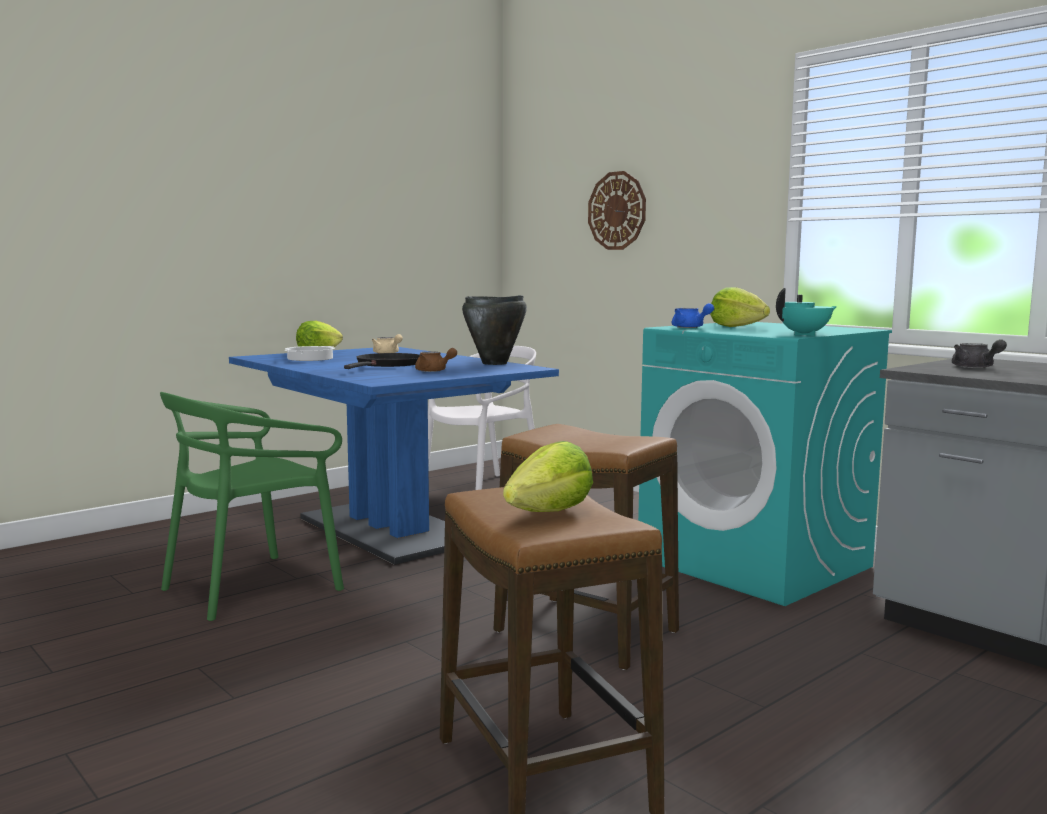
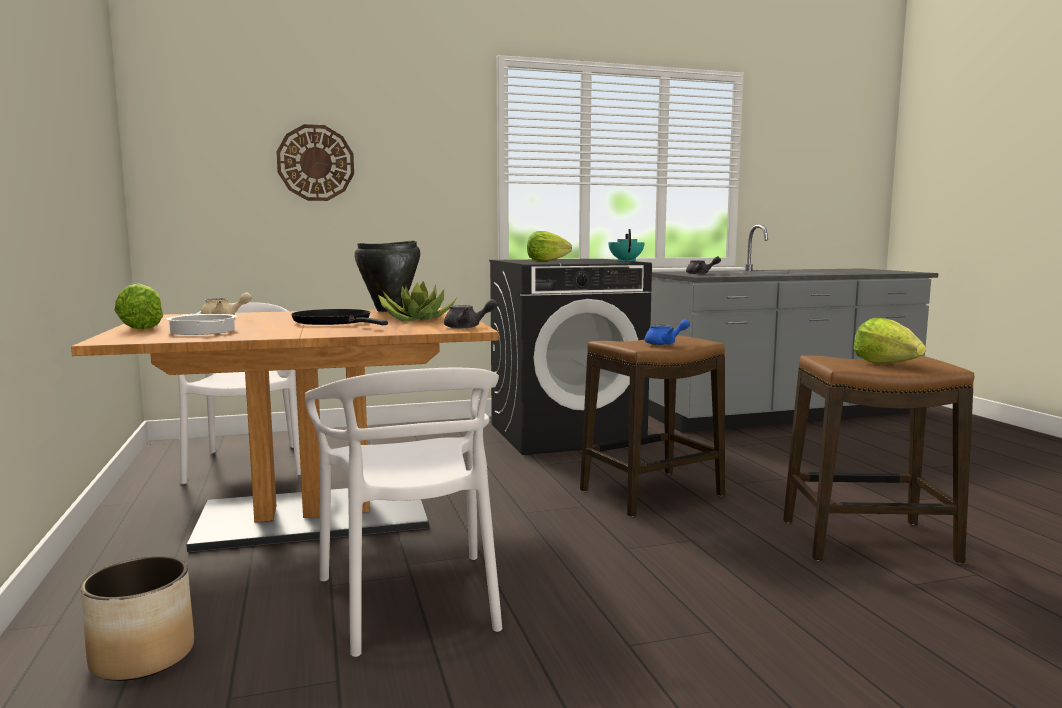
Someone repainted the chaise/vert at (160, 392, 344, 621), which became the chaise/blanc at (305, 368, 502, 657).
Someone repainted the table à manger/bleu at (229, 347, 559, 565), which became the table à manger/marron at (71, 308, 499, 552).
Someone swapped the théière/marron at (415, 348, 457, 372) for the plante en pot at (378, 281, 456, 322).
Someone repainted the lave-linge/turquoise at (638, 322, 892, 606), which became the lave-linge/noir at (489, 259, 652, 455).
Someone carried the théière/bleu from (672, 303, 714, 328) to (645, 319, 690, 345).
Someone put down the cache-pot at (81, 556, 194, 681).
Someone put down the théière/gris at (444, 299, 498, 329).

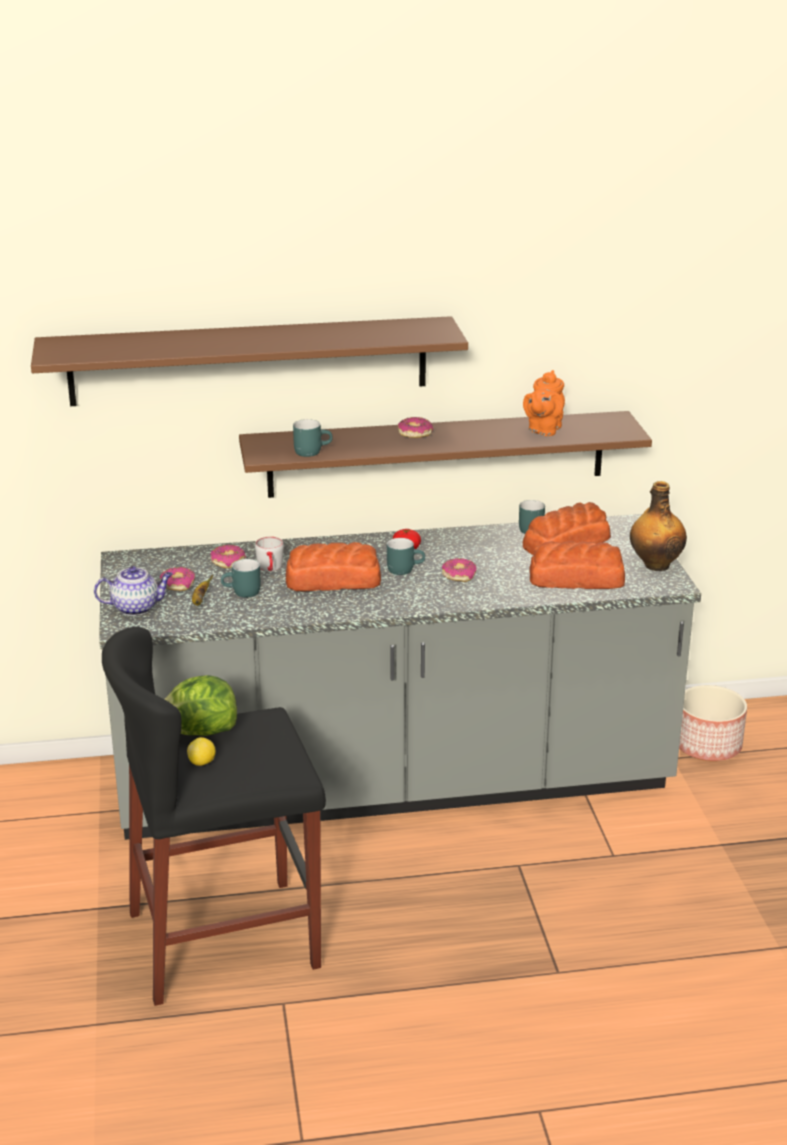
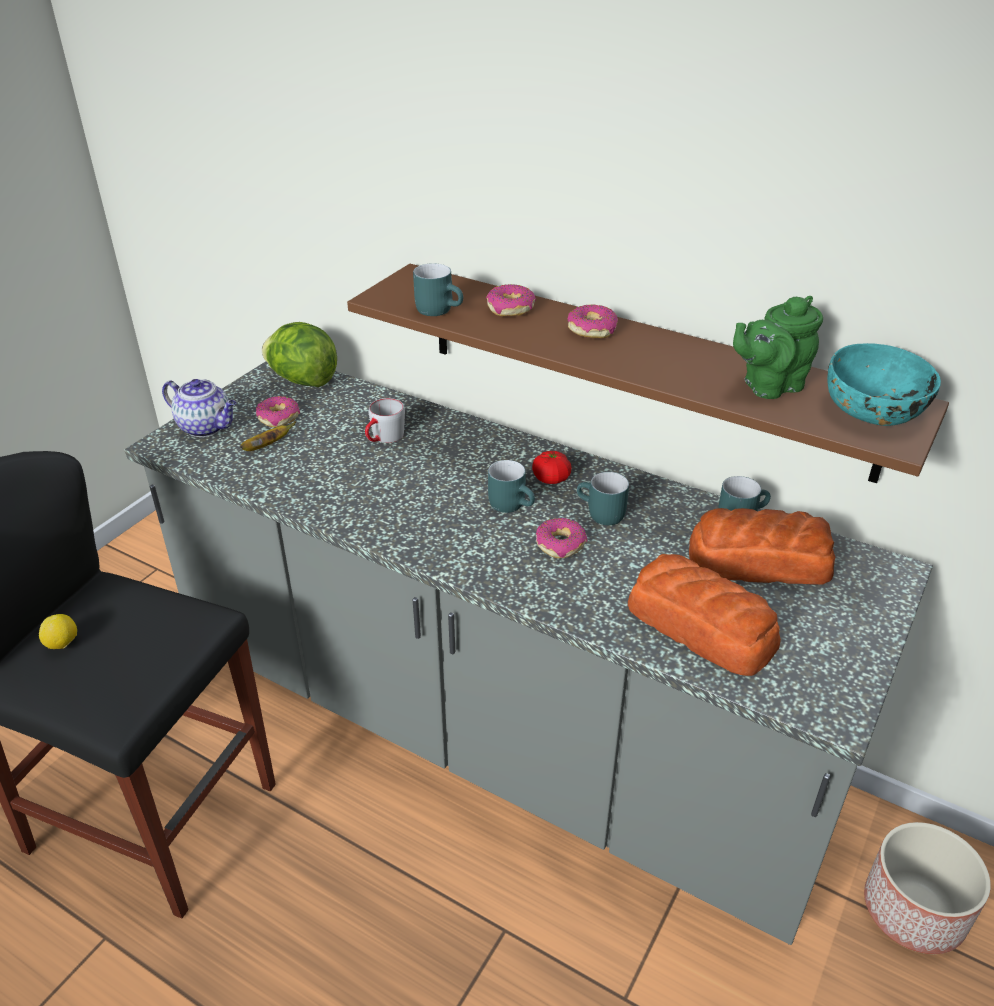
Someone took away the étagère/marron at (31, 316, 468, 406).
Someone carried the laitue from (165, 675, 237, 736) to (262, 322, 337, 387).
Someone carried the beignet from (210, 545, 246, 568) to (486, 284, 536, 316).
Someone carried the mug/turquoise from (221, 559, 261, 597) to (577, 472, 629, 525).
Someone took away the pain at (286, 542, 381, 591).
Someone repainted the théière/orange at (523, 370, 565, 436), which became the théière/vert at (733, 296, 823, 399).
Someone took away the bouteille at (630, 481, 687, 571).
Someone put down the bol/turquoise at (827, 343, 941, 426).

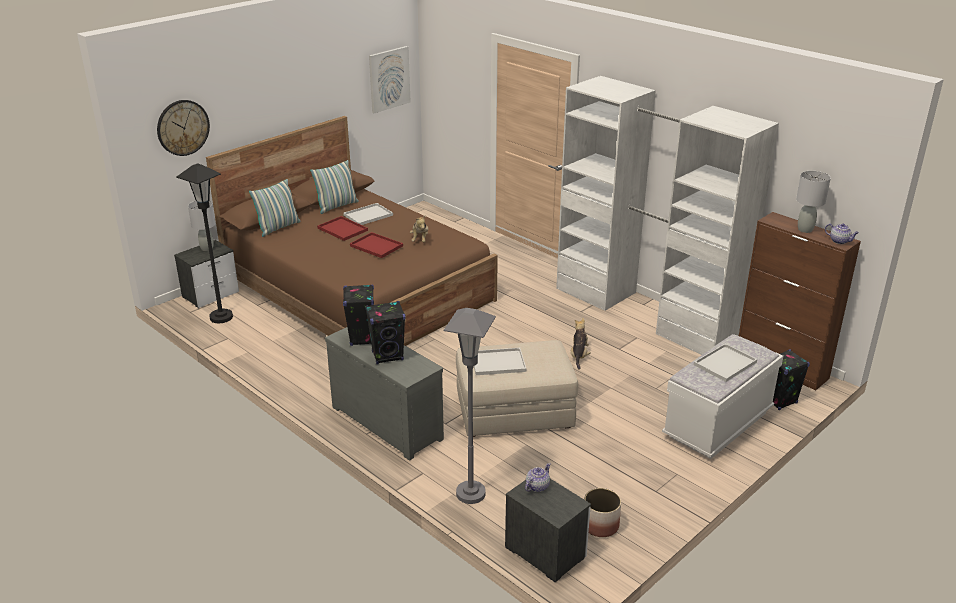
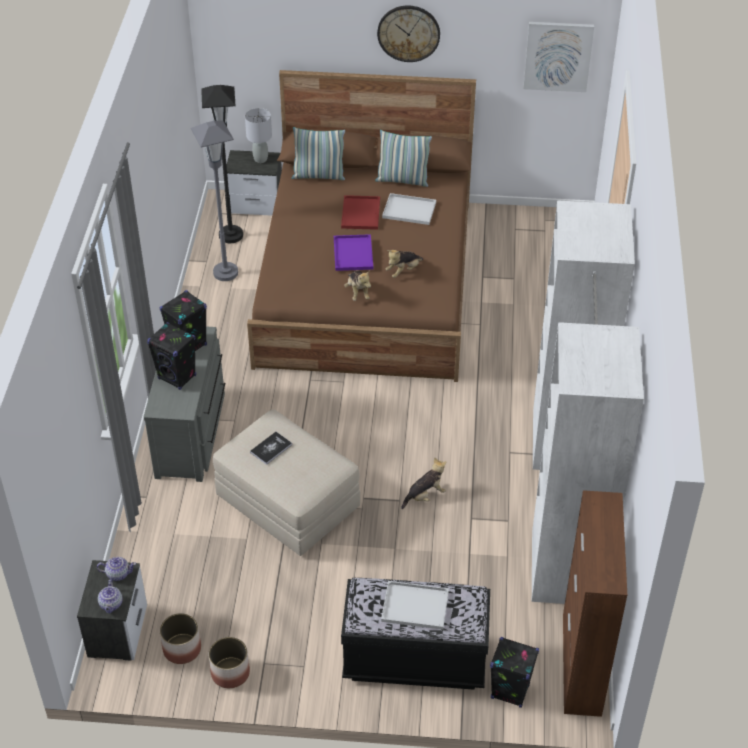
Someone carried the horloge murale from (157, 100, 210, 156) to (377, 6, 440, 62).
Someone repainted the plateau/rouge at (350, 232, 403, 258), which became the plateau/violet at (334, 234, 373, 271).
Someone carried the lampadaire/gris from (444, 308, 496, 504) to (191, 121, 238, 281).
Someone swapped the plateau/blanc at (474, 348, 526, 375) for the livre at (250, 432, 292, 465).
Someone repainted the banc/blanc at (662, 334, 783, 459), which became the banc/noir at (341, 578, 490, 690).
Someone took away the lampe de table/gris at (796, 171, 831, 233).
Someone carried the théière from (825, 224, 859, 244) to (98, 579, 123, 614).
Someone put down the cache-pot at (209, 637, 250, 688).
Someone put down the peluche at (344, 270, 371, 301).

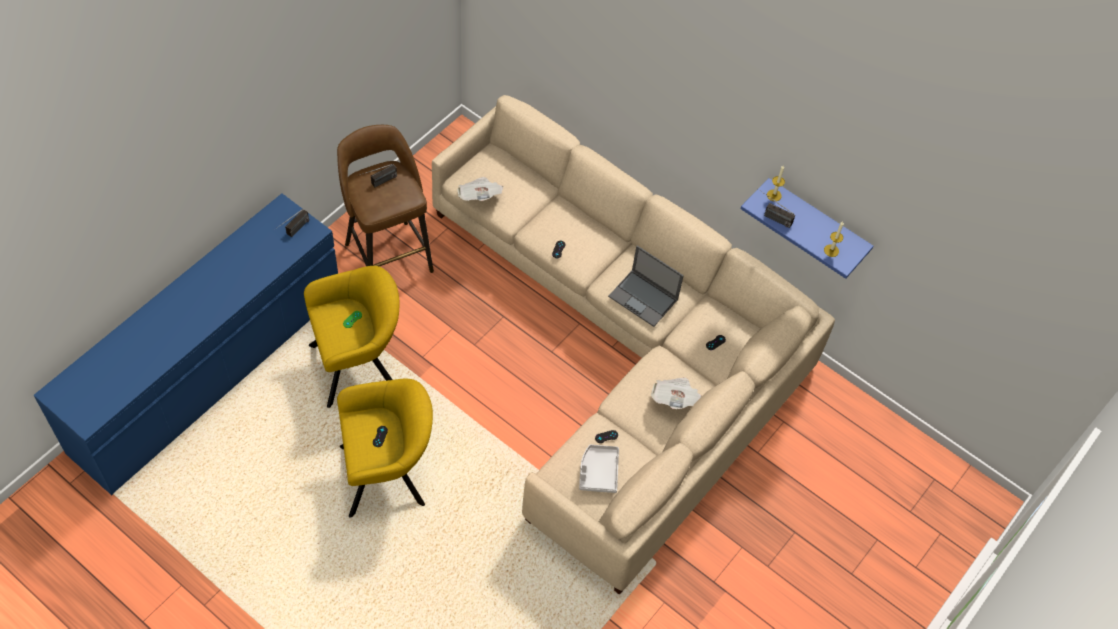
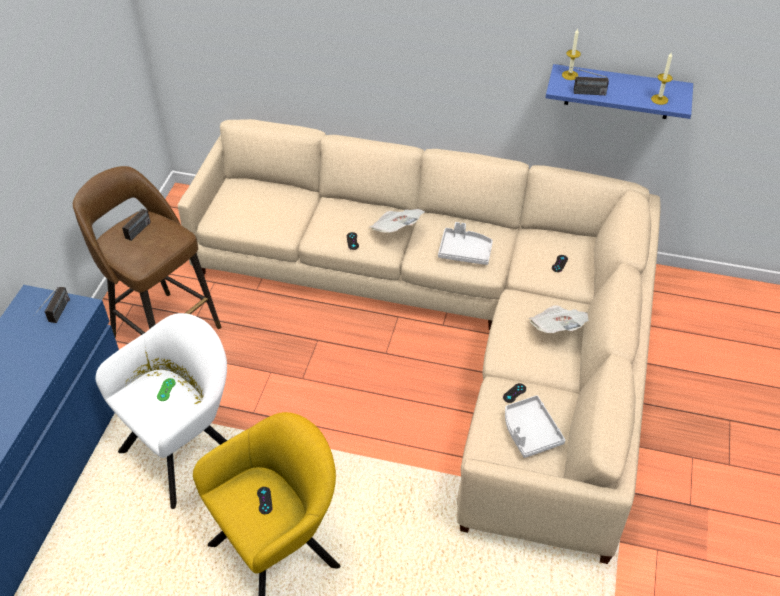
Someone repainted the fauteuil/jaune at (304, 266, 400, 408), which became the fauteuil/blanc at (96, 313, 227, 509).
Someone carried the journal from (457, 177, 503, 201) to (369, 209, 425, 233).
Someone swapped the ordinateur portable at (608, 246, 684, 327) for the plateau/gris at (438, 222, 493, 265).

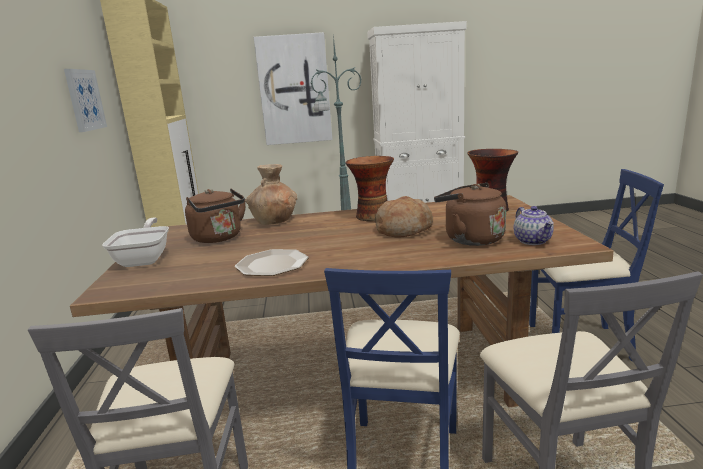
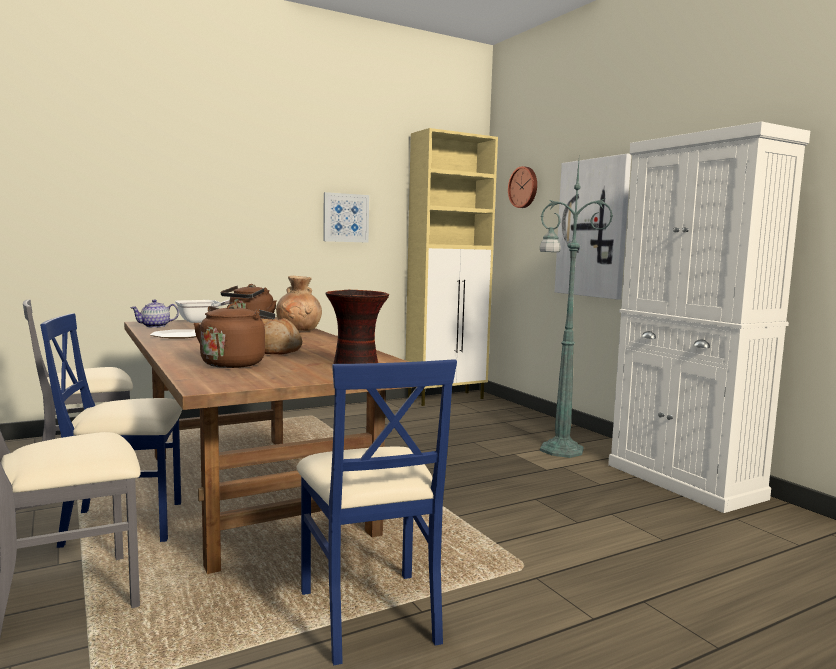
Someone took away the vase at (345, 156, 394, 221).
Someone carried the théière from (514, 206, 554, 245) to (130, 299, 179, 328).
Someone put up the horloge murale at (508, 166, 537, 208).

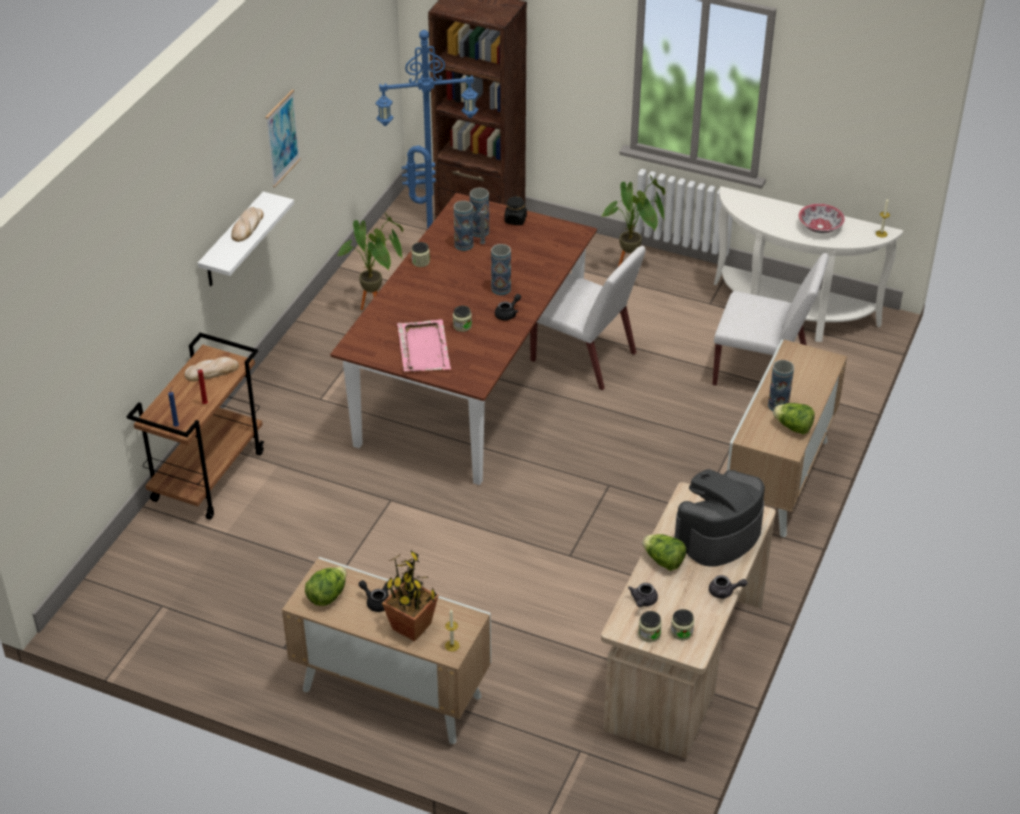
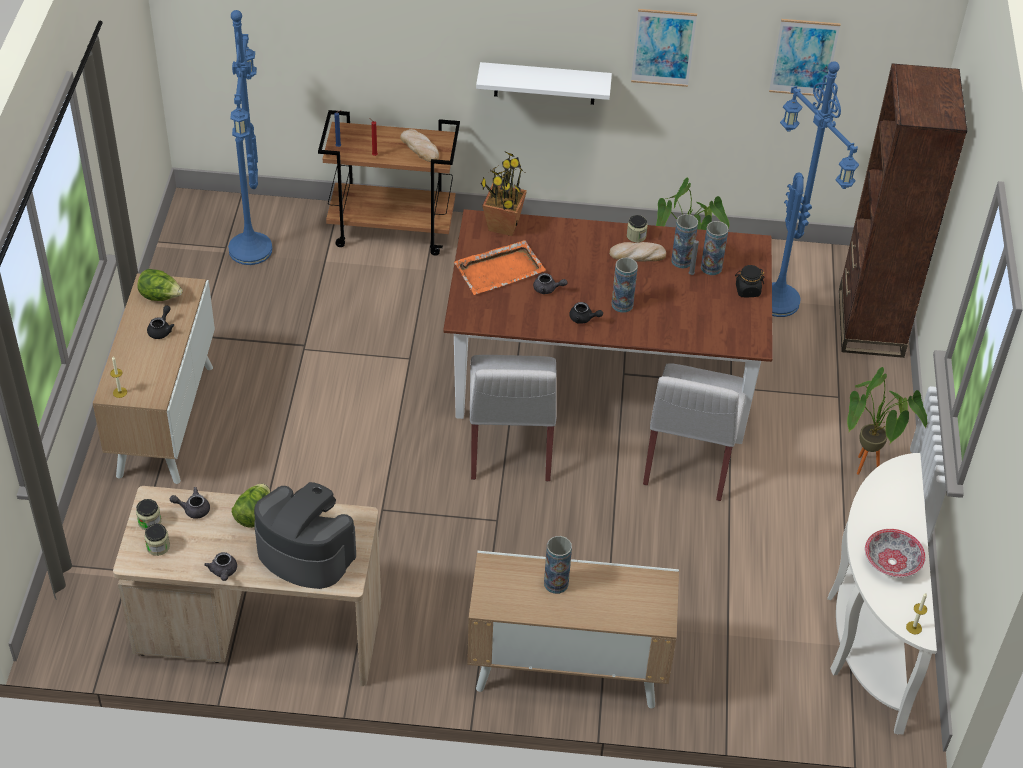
Someone carried the pain from (231, 207, 264, 242) to (609, 242, 666, 262).
Someone carried the plante en pot from (382, 550, 439, 641) to (481, 151, 527, 236).
Someone repainted the plateau/rose at (397, 319, 452, 372), which became the plateau/orange at (454, 240, 546, 295).
Someone swapped the bocal at (453, 306, 472, 332) for the théière/gris at (533, 273, 567, 294).
Someone carried the chaise/blanc from (712, 253, 829, 386) to (470, 355, 557, 482).
Someone took away the laitue at (773, 403, 815, 434).
Someone put down the lampadaire/bleu at (228, 10, 272, 265).
Someone put up the tableau at (769, 19, 841, 96).

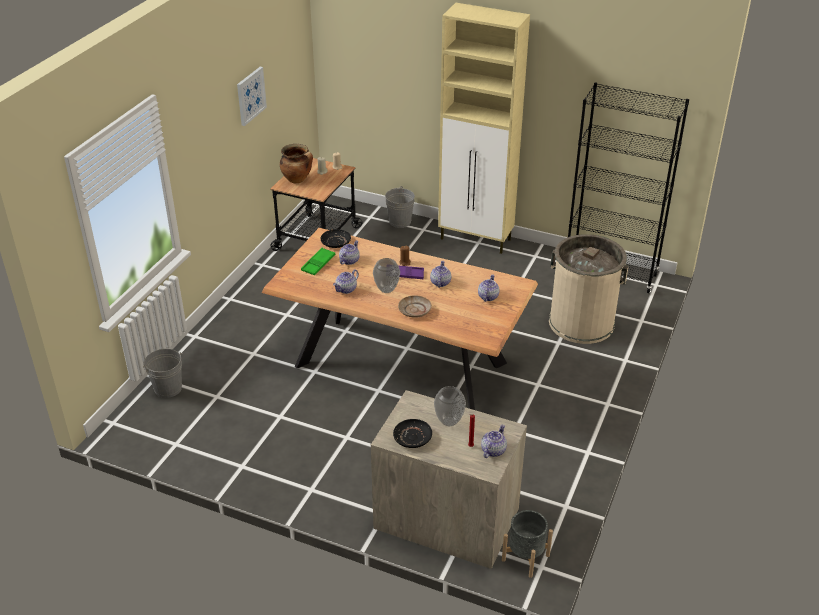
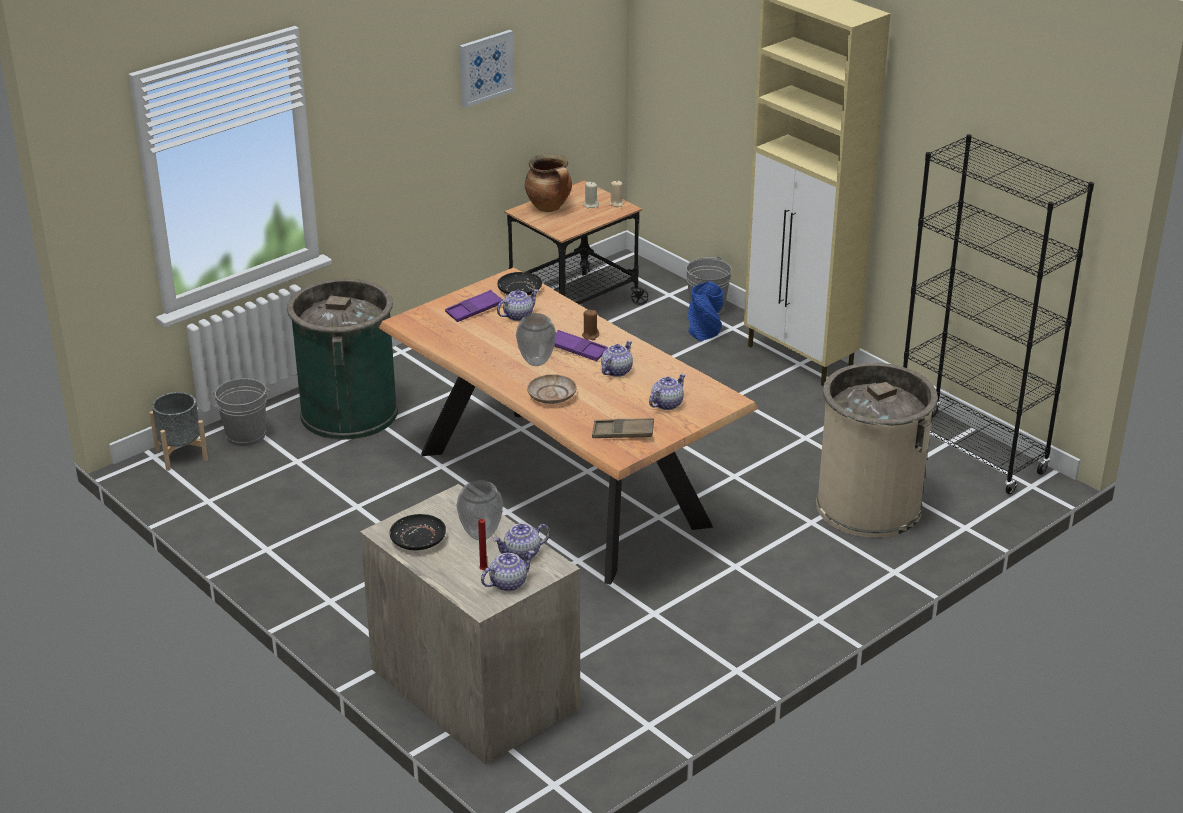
Someone repainted the plateau/vert at (301, 248, 335, 275), which became the plateau/violet at (445, 290, 503, 322).
Someone carried the théière from (333, 269, 359, 294) to (493, 523, 550, 560).
Someone carried the cache-pot/gris from (502, 510, 553, 578) to (149, 392, 208, 471).
Someone put down the poubelle/vert at (287, 279, 398, 440).
Someone put down the plateau/marron at (592, 418, 654, 438).
Someone put down the vase/bleu at (688, 281, 723, 341).

